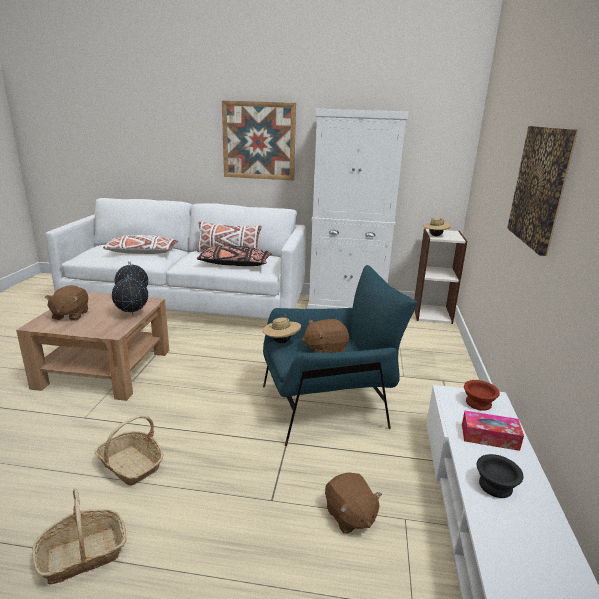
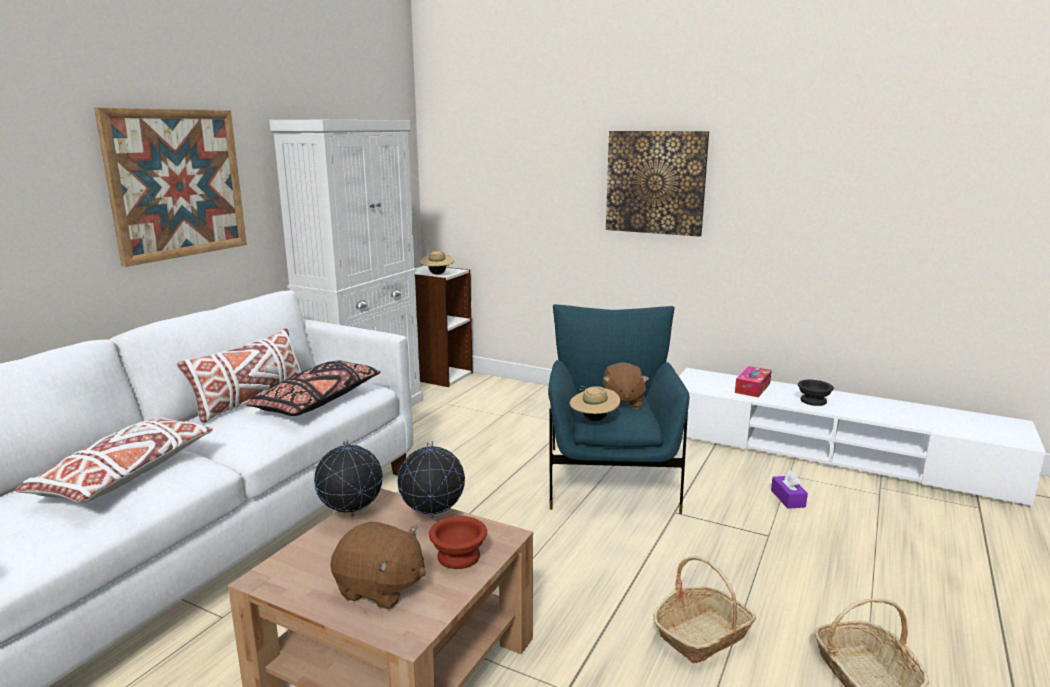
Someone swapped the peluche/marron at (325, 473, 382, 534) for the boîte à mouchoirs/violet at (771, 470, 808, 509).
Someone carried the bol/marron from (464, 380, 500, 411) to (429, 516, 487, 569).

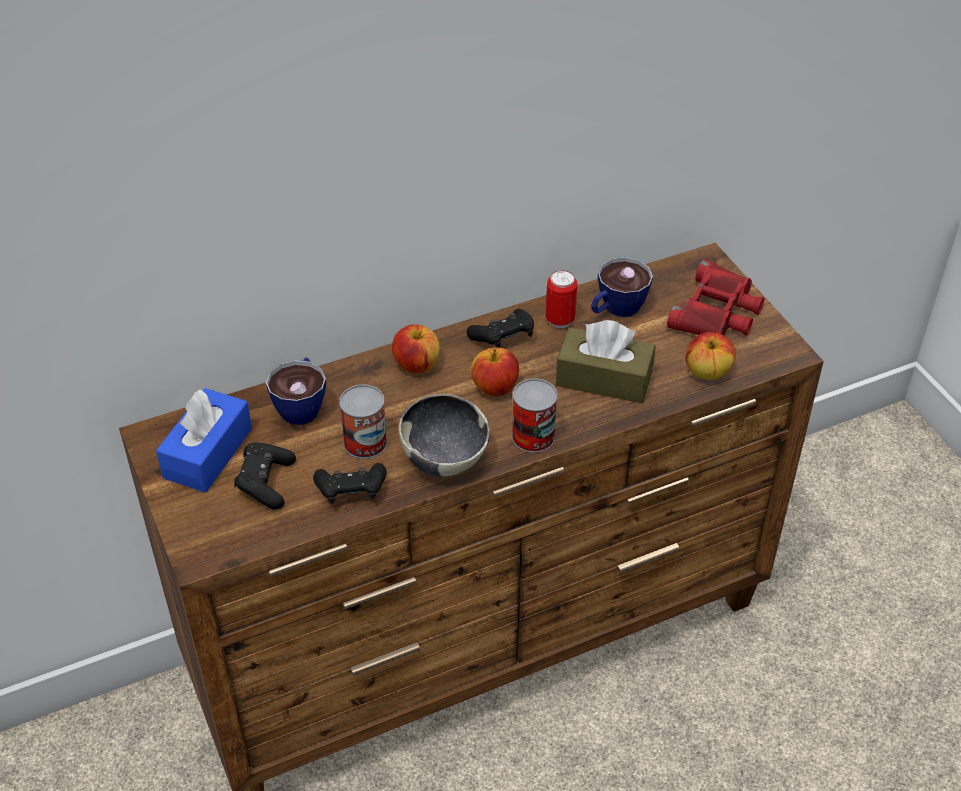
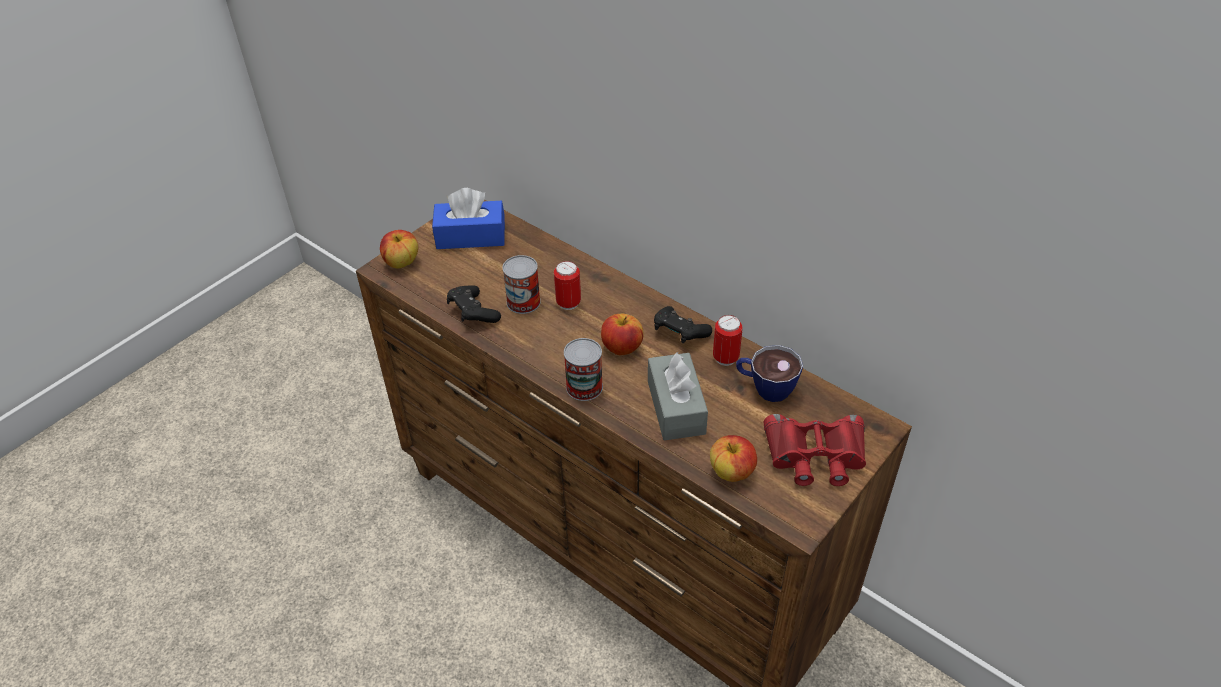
Someone took away the manette/noir at (234, 442, 296, 509).
Someone took away the tasse at (265, 358, 326, 425).
Someone carried the pomme from (392, 324, 440, 374) to (380, 230, 418, 269).
Someone took away the bol at (399, 394, 490, 477).
Someone repainted the boîte à mouchoirs/marron at (556, 320, 656, 403), which became the boîte à mouchoirs/gris at (648, 351, 708, 440).
Someone put down the boîte métallique at (554, 261, 581, 310).

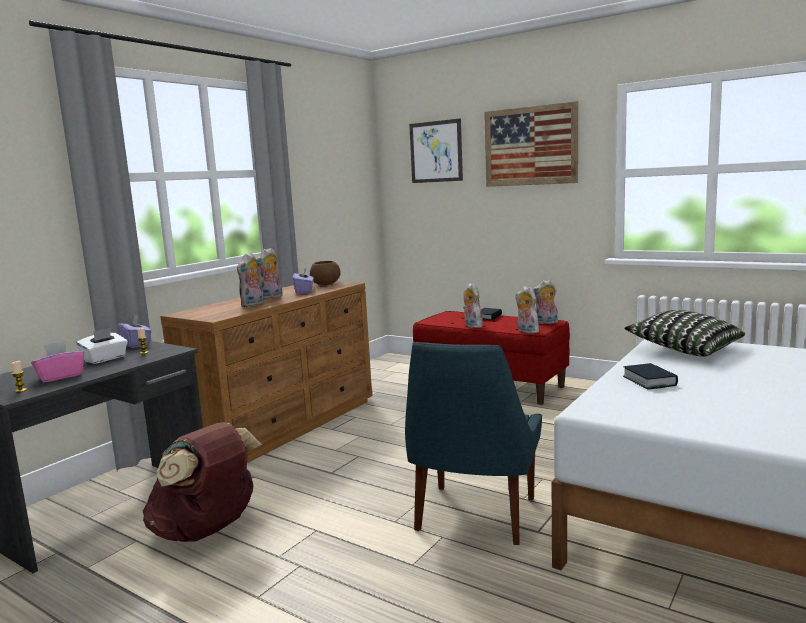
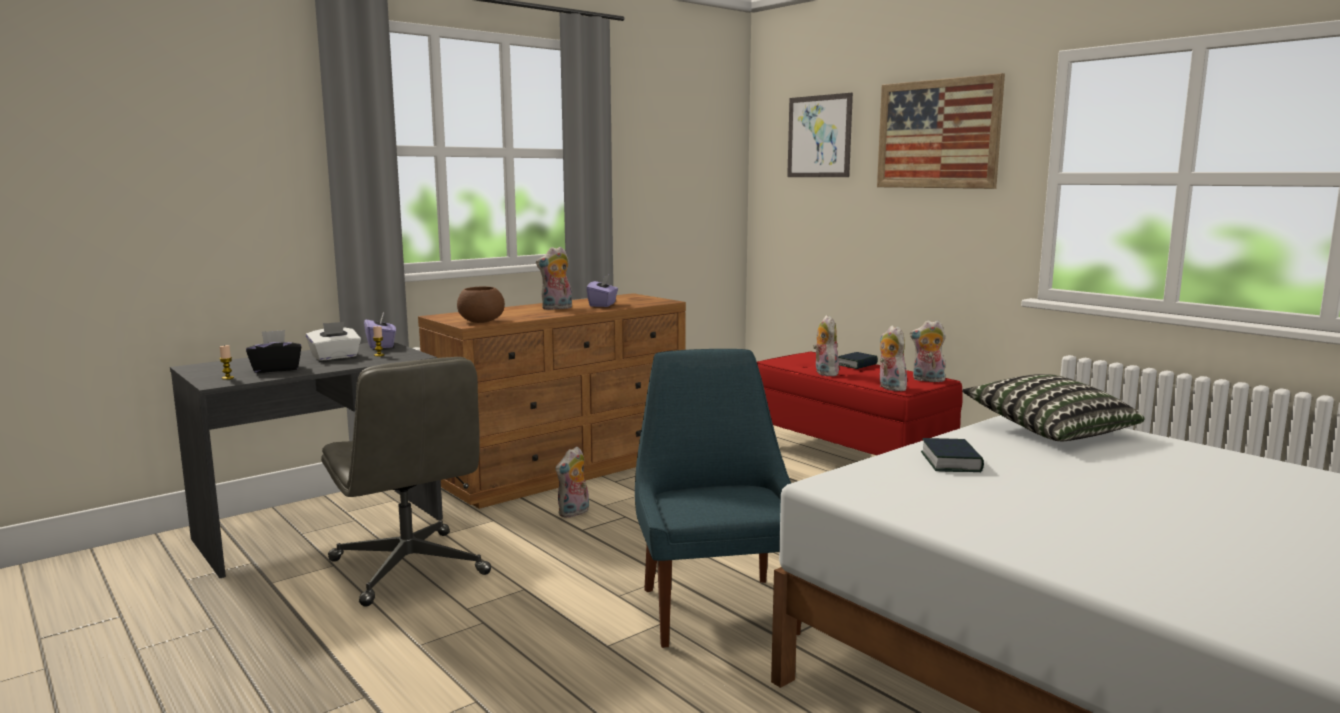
Someone repainted the boîte à mouchoirs/rose at (31, 341, 84, 382), which became the boîte à mouchoirs/noir at (246, 330, 301, 373).
Someone swapped the sac à dos/marron at (143, 422, 262, 542) for the chaise de bureau/gris at (321, 357, 491, 607).
Someone carried the peluche from (237, 252, 264, 307) to (555, 446, 589, 518).
Someone carried the bol/marron from (310, 261, 341, 285) to (457, 287, 505, 323).
Someone rotated the chaise/bleu at (405, 342, 542, 545) by 135 degrees clockwise.

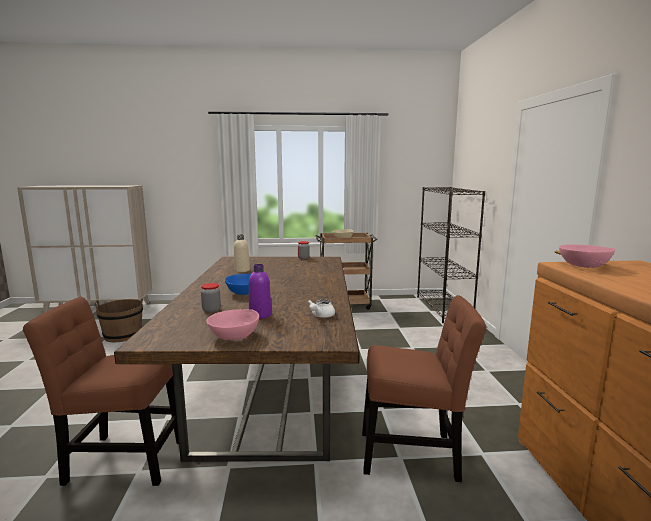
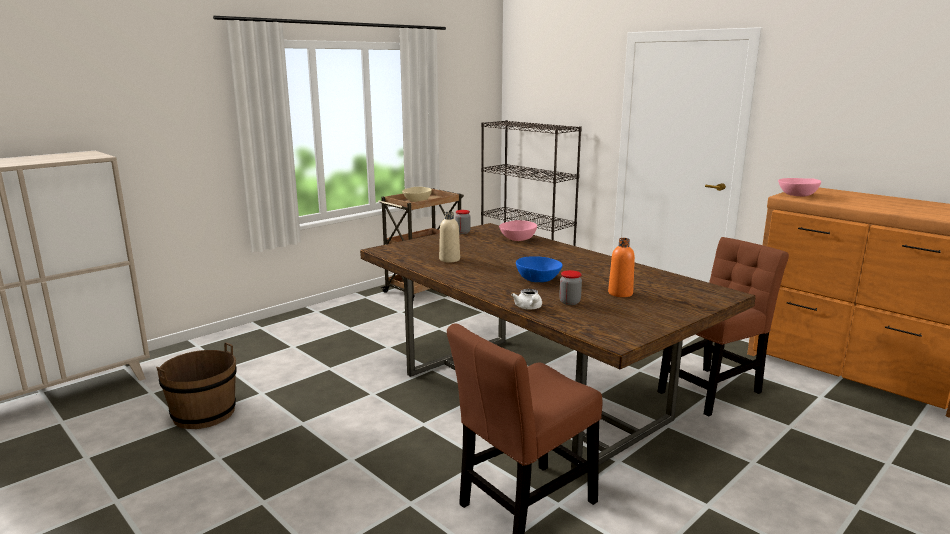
Someone carried the bol/rose from (206, 309, 259, 340) to (499, 220, 537, 241).
Someone repainted the bouteille/violet at (249, 264, 272, 319), which became the bouteille/orange at (608, 238, 635, 297).
Someone carried the théière/blanc from (308, 300, 335, 318) to (512, 289, 542, 309).

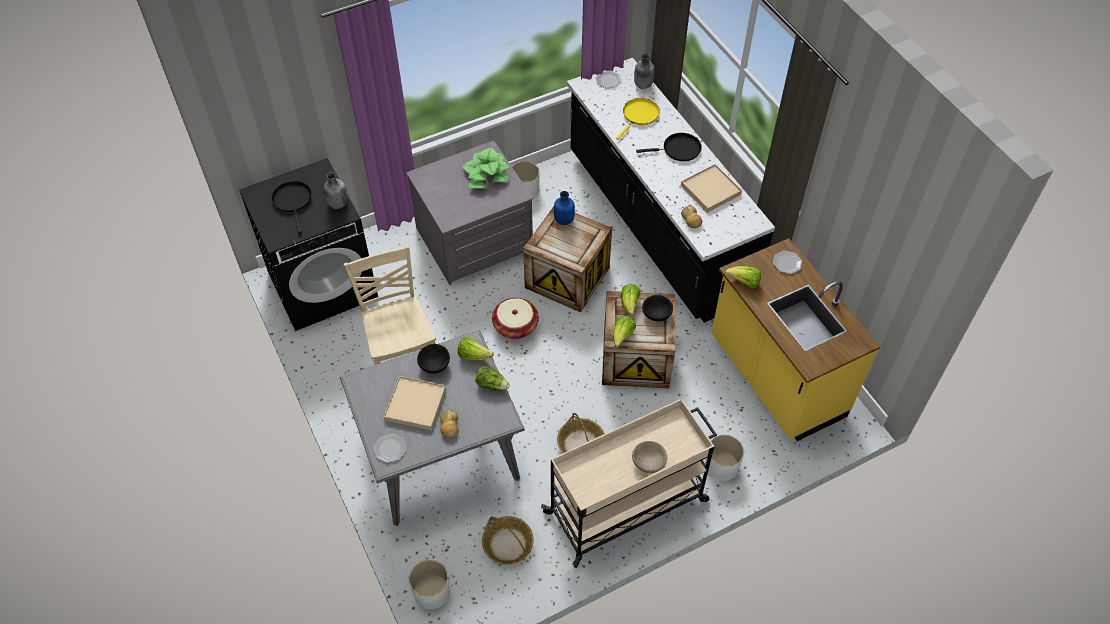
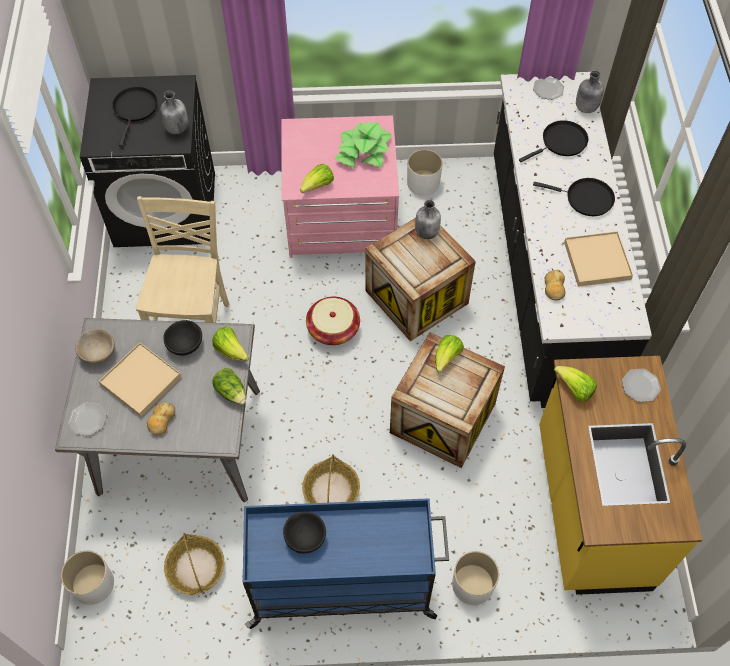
Someone repainted the commode/gris at (406, 140, 533, 285), which became the commode/rose at (281, 115, 399, 258).
Someone repainted the chariot/beige at (541, 398, 717, 568), which became the chariot/bleu at (242, 498, 449, 629).
Someone repainted the bouteille/bleu at (554, 191, 575, 225), which became the bouteille/gris at (415, 200, 441, 239).
Someone carried the laitue from (613, 316, 636, 347) to (300, 164, 334, 193).
Someone repainted the poêle/jaune at (616, 98, 660, 140), which became the poêle/noir at (519, 120, 589, 162).
Someone carried the bol/beige from (632, 441, 667, 473) to (75, 329, 115, 364).
Someone carried the bol/noir from (642, 295, 673, 322) to (283, 511, 326, 554).

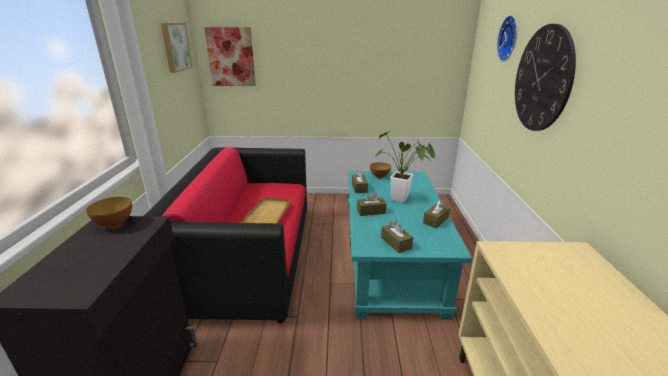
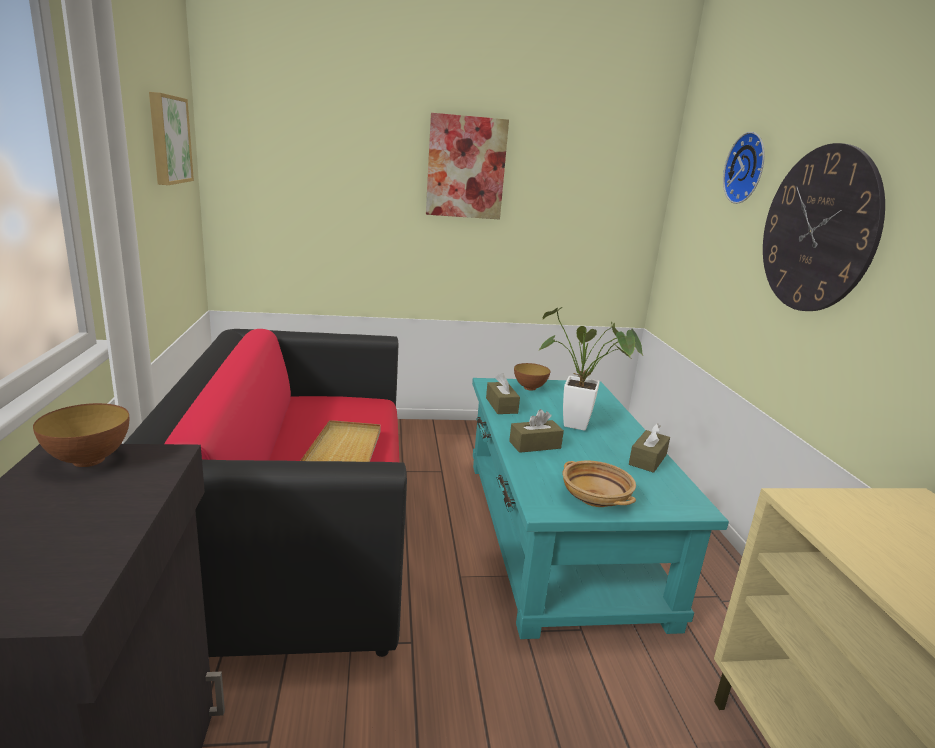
Someone carried the tableau from (204, 27, 256, 86) to (426, 113, 509, 220).
Someone swapped the boîte à mouchoirs/marron at (381, 220, 413, 253) for the bol/beige at (563, 461, 636, 507).

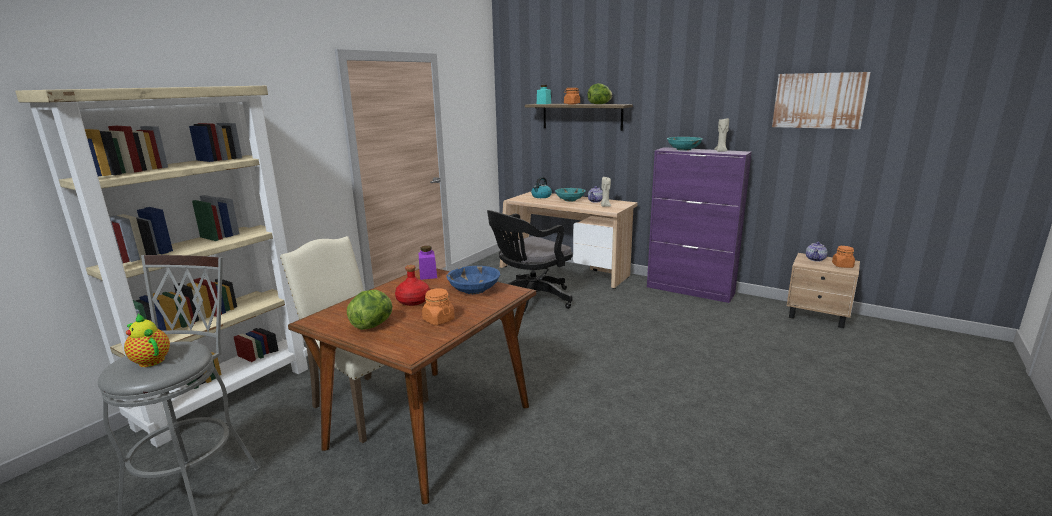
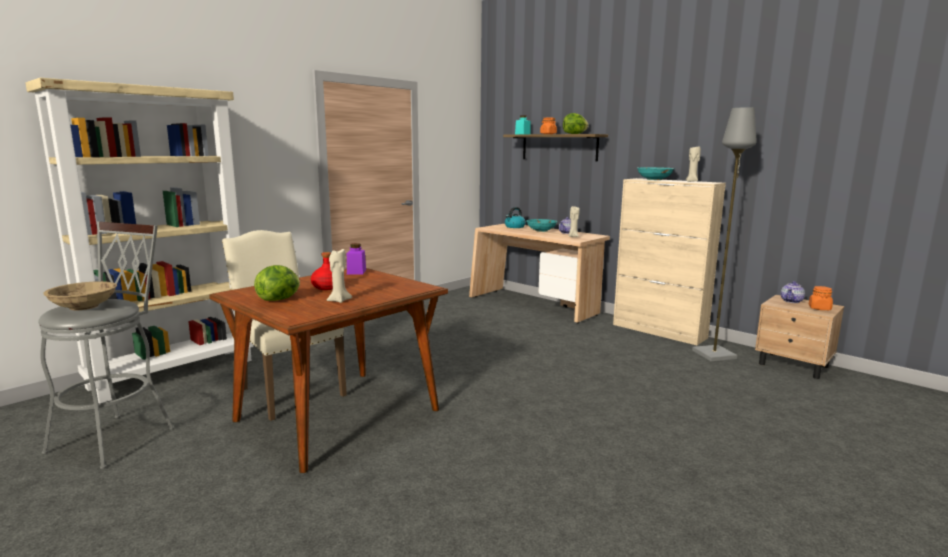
Someone swapped the théière at (124, 313, 170, 367) for the bol/beige at (44, 281, 117, 310).
Someone swapped the bocal/orange at (422, 288, 455, 325) for the bougie/beige at (327, 249, 352, 303).
Someone took away the bol/bleu at (446, 266, 500, 294).
Someone took away the chaise de bureau/noir at (487, 210, 573, 315).
Someone repainted the meuble de rangement/violet at (647, 147, 752, 303), which became the meuble de rangement/beige at (613, 178, 726, 345).
Someone took away the tableau at (772, 72, 871, 129).
Someone put down the lampadaire/gris at (692, 107, 757, 361).

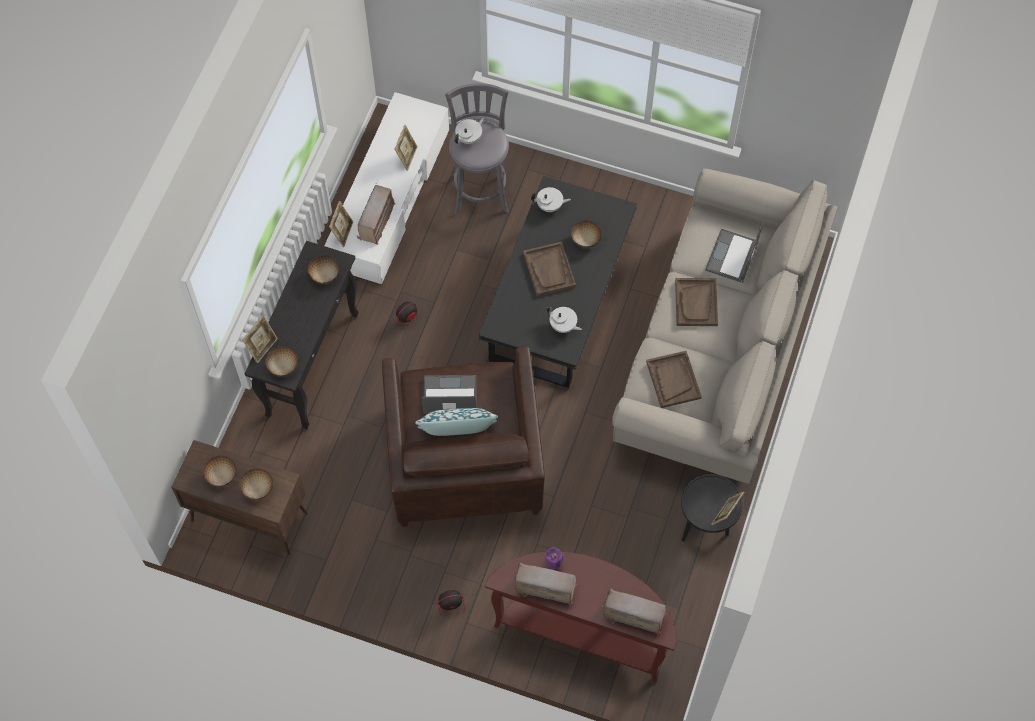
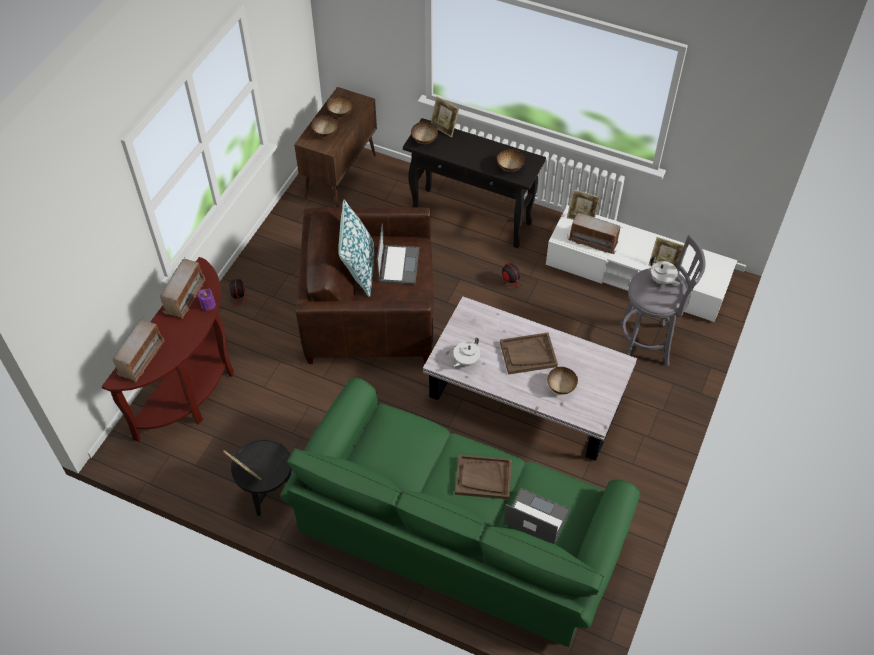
Someone repainted the table basse/noir at (479, 176, 637, 388), which became the table basse/blanc at (423, 296, 637, 461).
Someone took away the théière/blanc at (531, 187, 571, 212).
Someone repainted the canapé/beige at (612, 168, 837, 484), which became the canapé/vert at (280, 378, 641, 647).
Someone took away the plateau/marron at (646, 351, 702, 408).

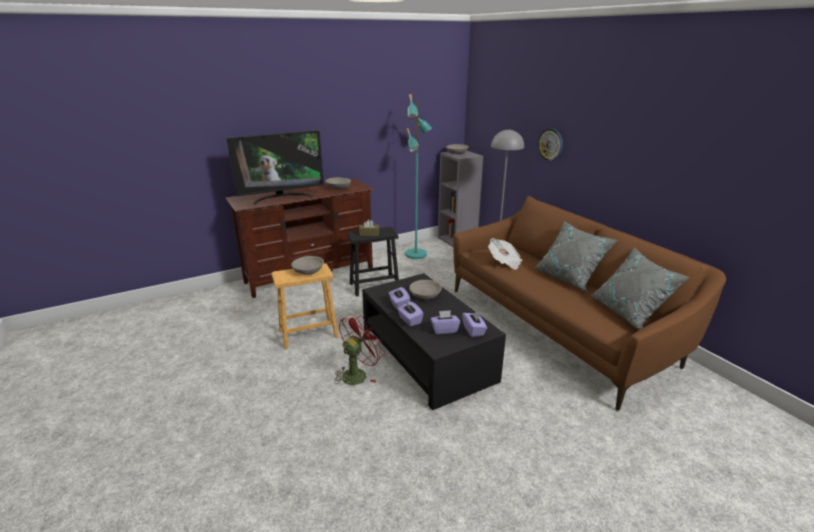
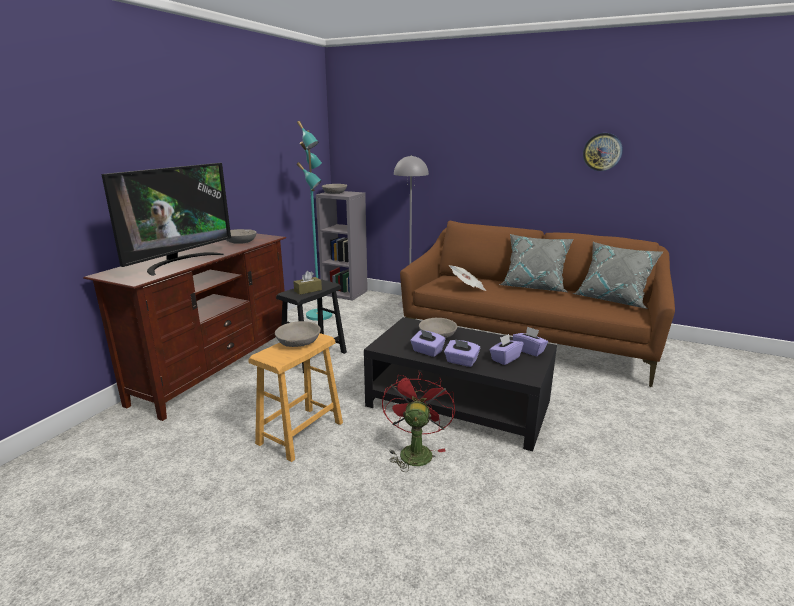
Someone carried the horloge murale from (538, 128, 563, 161) to (583, 133, 623, 171).

